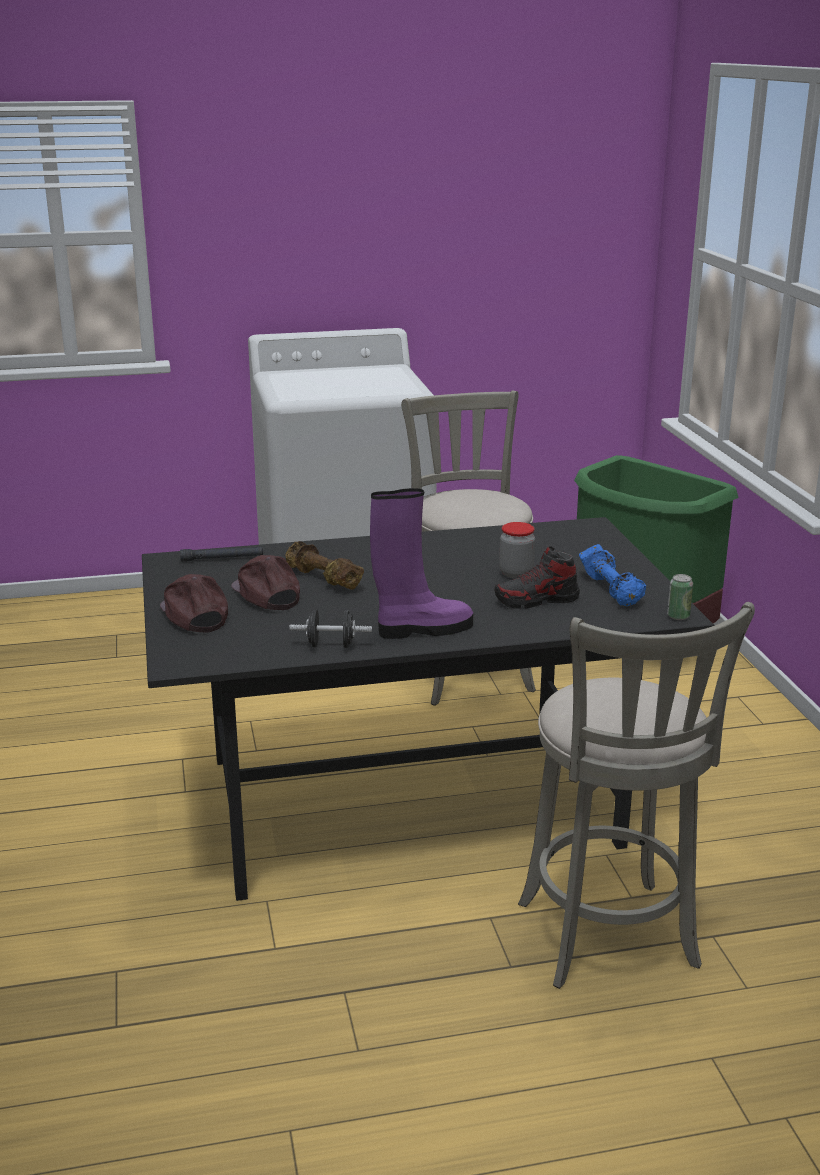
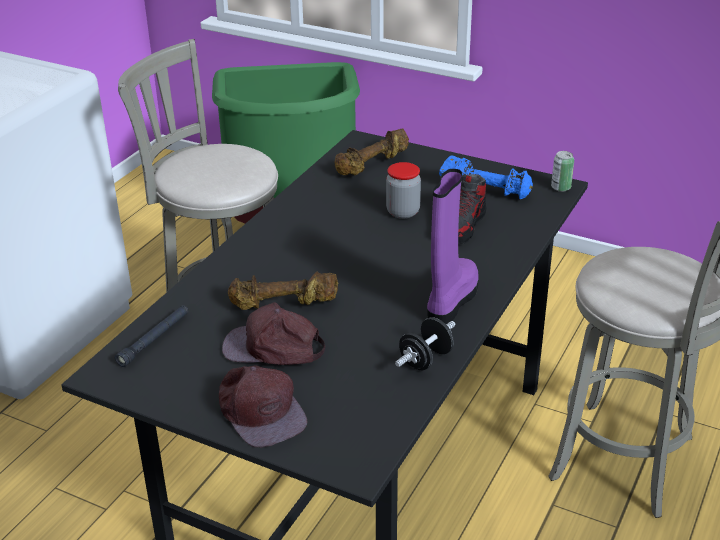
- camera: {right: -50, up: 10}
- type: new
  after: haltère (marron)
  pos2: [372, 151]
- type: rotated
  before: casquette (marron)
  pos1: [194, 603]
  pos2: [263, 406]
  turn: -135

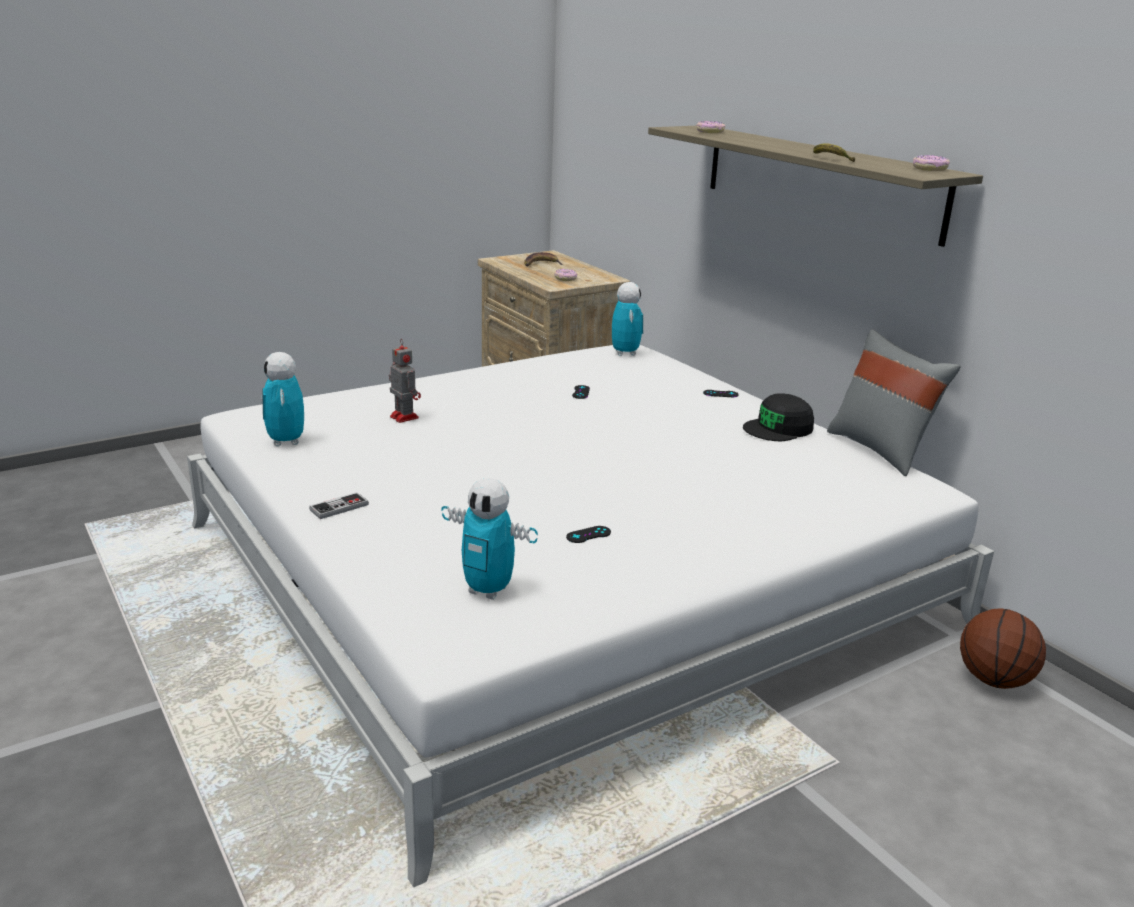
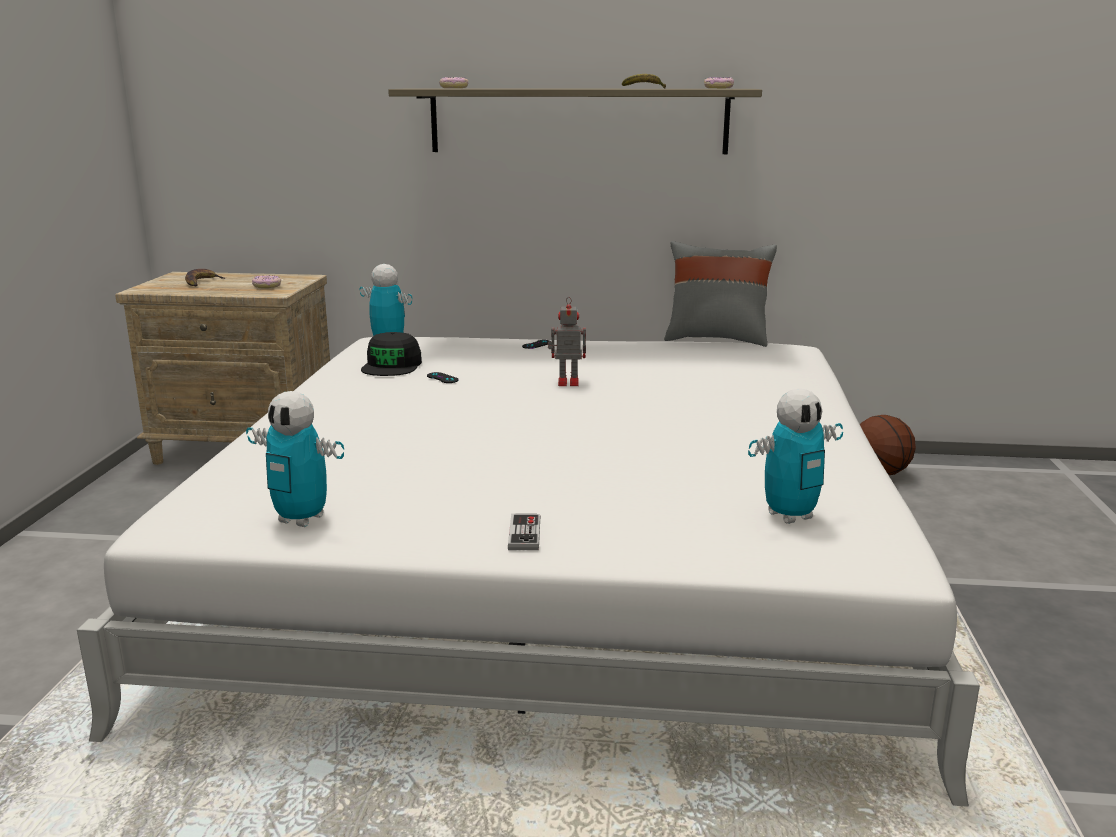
- camera: {right: -50, up: -5}
- type: gone
  before: manette (noir)
  pos1: [588, 534]
- type: shifted
  before: robot jouet
  pos1: [405, 381]
  pos2: [567, 341]
- type: shifted
  before: casquette (noir)
  pos1: [778, 417]
  pos2: [391, 354]

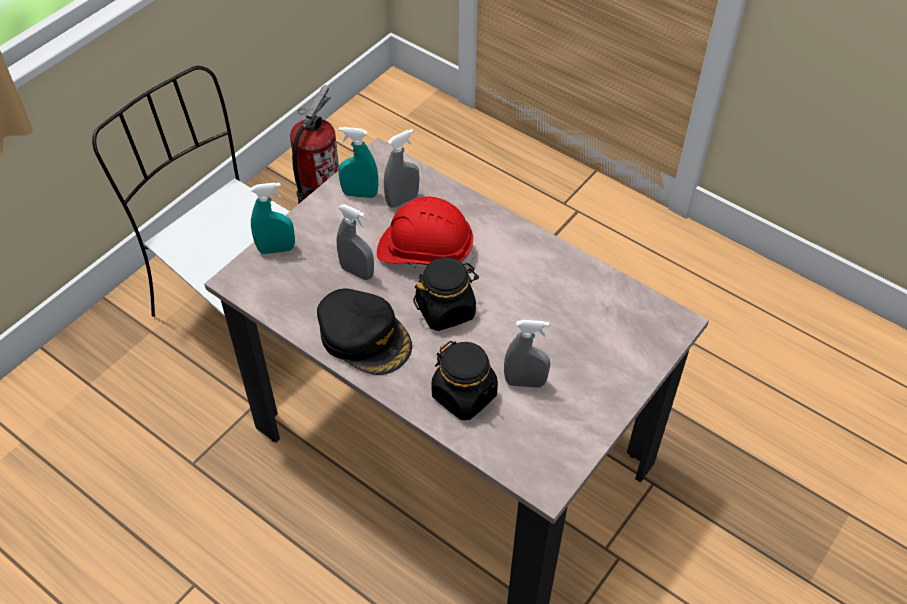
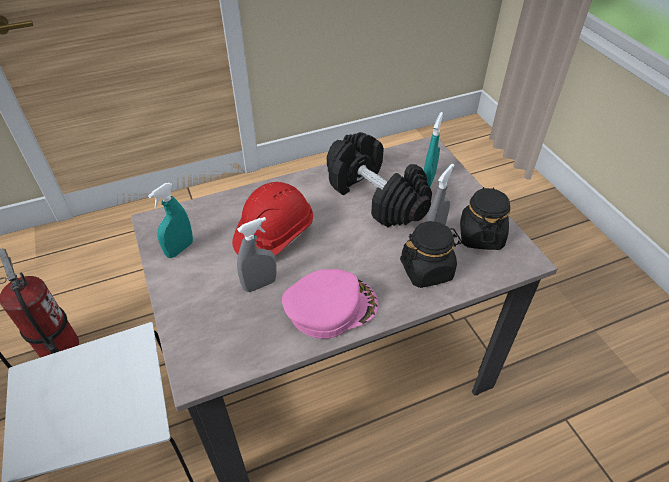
- camera: {right: -60, up: -5}
- type: gone
  before: vaporisateur (gris)
  pos1: [401, 168]
- type: new
  after: haltère (noir)
  pos2: [379, 179]
- type: shifted
  before: vaporisateur (turquoise)
  pos1: [273, 218]
  pos2: [433, 149]
- type: shifted
  before: bocal (noir)
  pos1: [446, 294]
  pos2: [485, 218]
- type: repainted
  before: casquette (noir)
  after: casquette (rose)
  pos1: [364, 331]
  pos2: [330, 304]

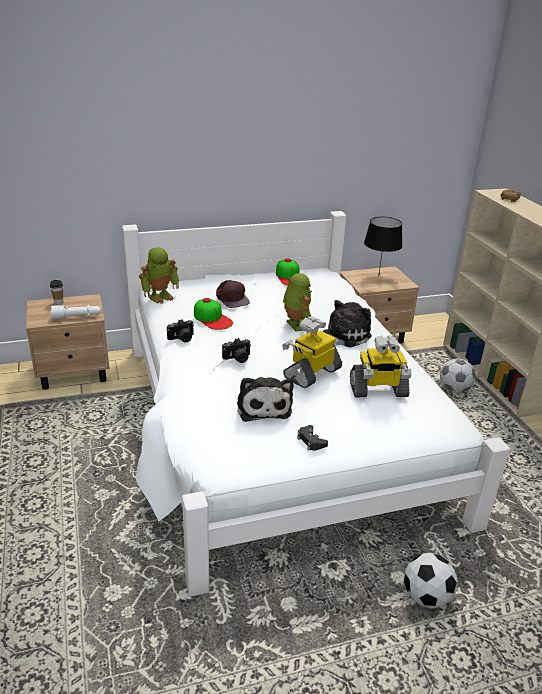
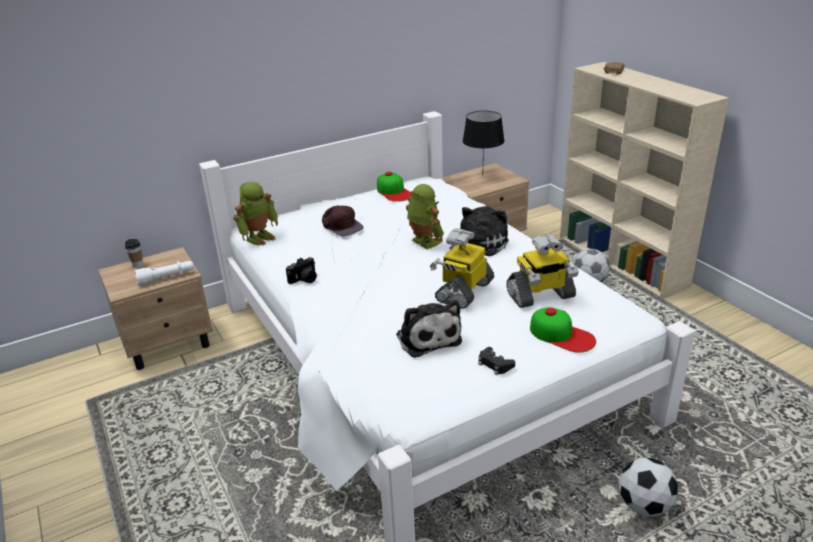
- camera: {right: -10, up: 0}
- type: gone
  before: appareil photo
  pos1: [236, 350]
- type: shifted
  before: casquette
  pos1: [213, 314]
  pos2: [563, 330]

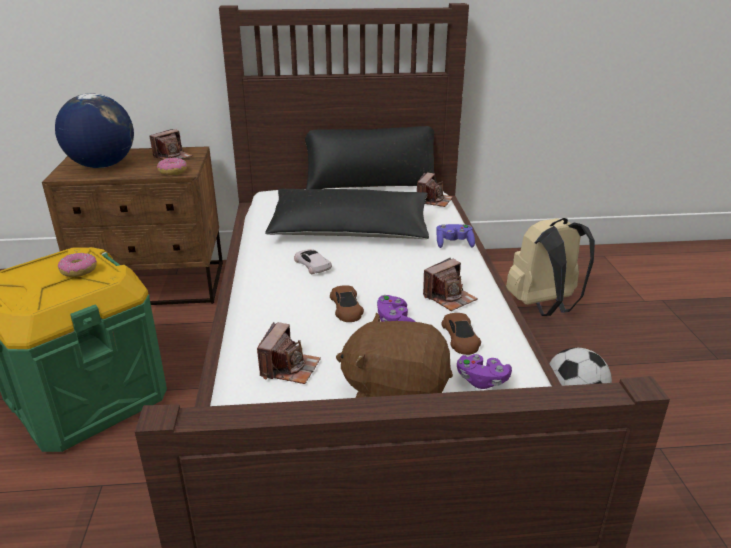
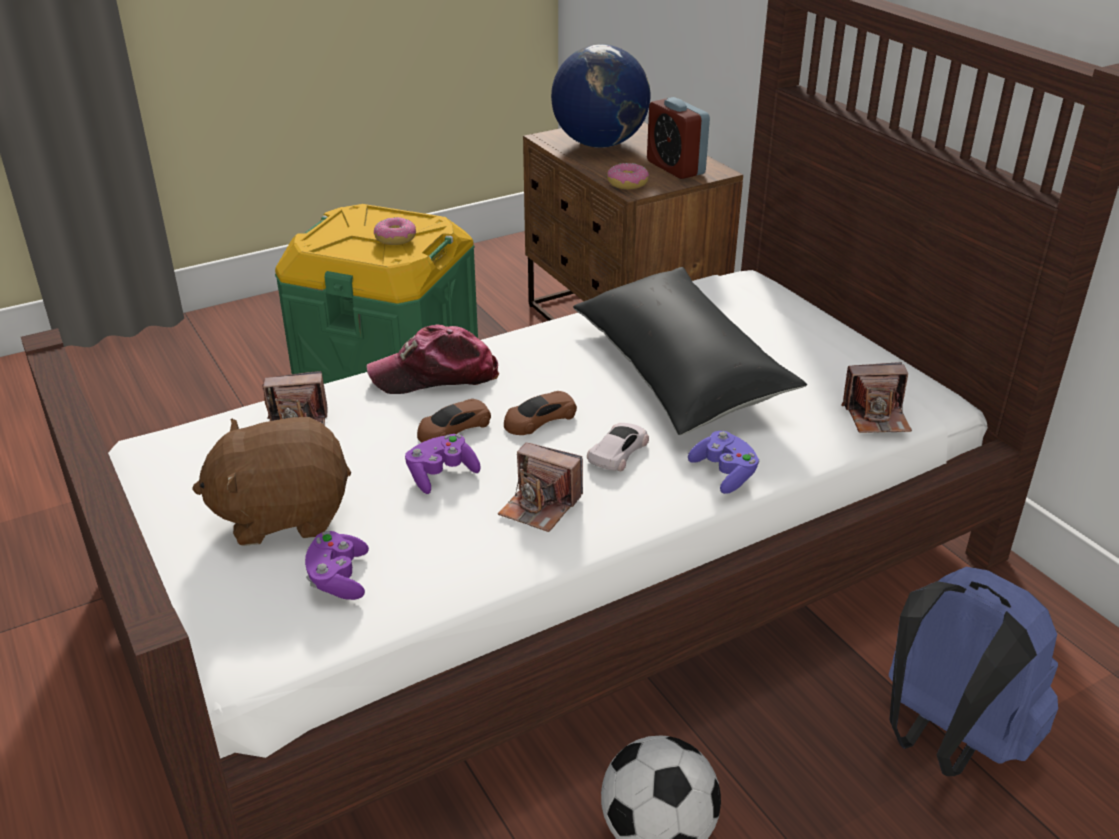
- camera: {right: 65, up: 5}
- type: gone
  before: coussin (noir)
  pos1: [371, 157]
- type: new
  after: casquette
  pos2: [432, 359]
- type: shifted
  before: petite voiture (blanc)
  pos1: [313, 261]
  pos2: [618, 447]
- type: shifted
  before: petite voiture (marron)
  pos1: [461, 334]
  pos2: [540, 413]
- type: swapped
  before: appareil photo
  after: réveil
  pos1: [171, 144]
  pos2: [678, 138]
- type: repainted
  before: sac à dos (beige)
  after: sac à dos (bleu)
  pos1: [550, 267]
  pos2: [973, 671]
- type: rotated
  before: peluche (marron)
  pos1: [394, 355]
  pos2: [271, 481]
  turn: -90

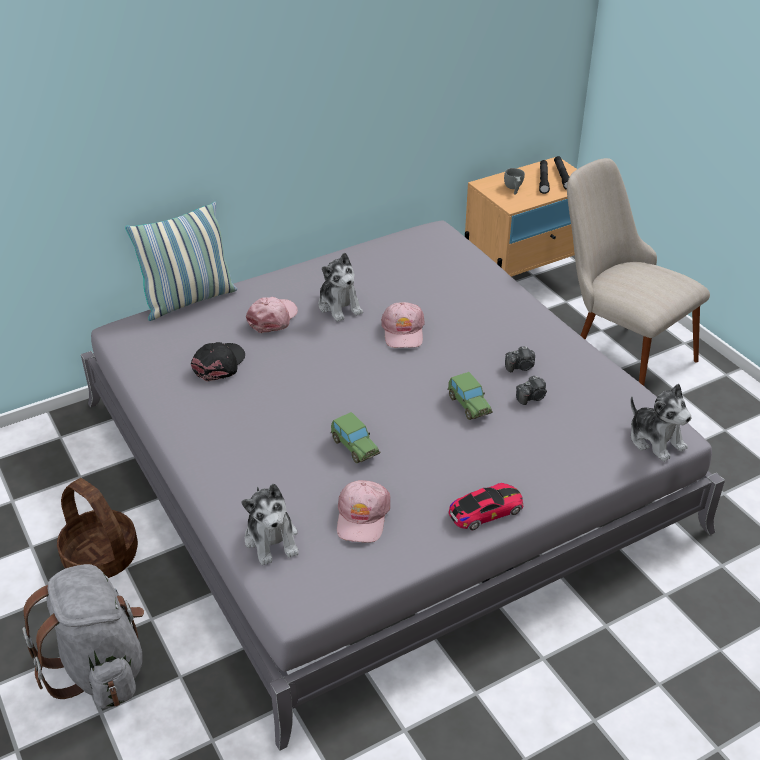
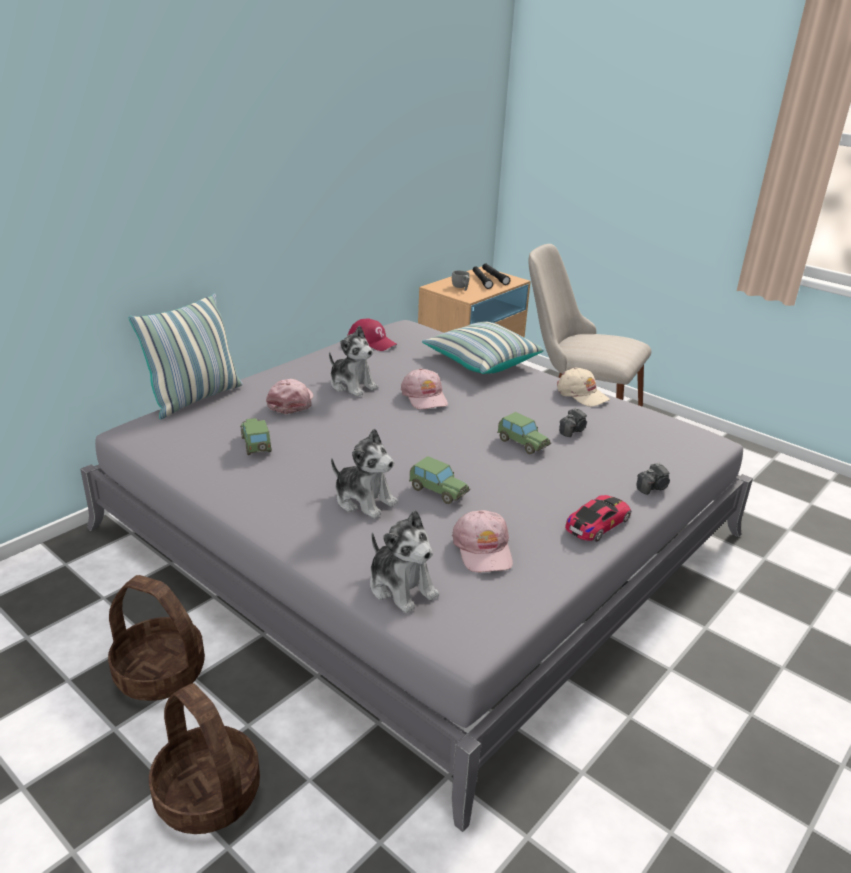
- camera: {right: -20, up: -10}
- type: new
  after: casquette (rouge)
  pos2: [372, 335]
- type: new
  after: coussin
  pos2: [483, 348]
- type: new
  after: casquette (beige)
  pos2: [583, 387]
- type: shifted
  before: appareil photo
  pos1: [520, 359]
  pos2: [653, 479]
- type: shifted
  before: peluche
  pos1: [661, 423]
  pos2: [364, 474]
- type: swapped
  before: sac à dos (gris)
  after: panier
  pos1: [83, 636]
  pos2: [204, 758]
- type: swapped
  before: casquette (noir)
  after: petite voiture
  pos1: [218, 361]
  pos2: [256, 436]

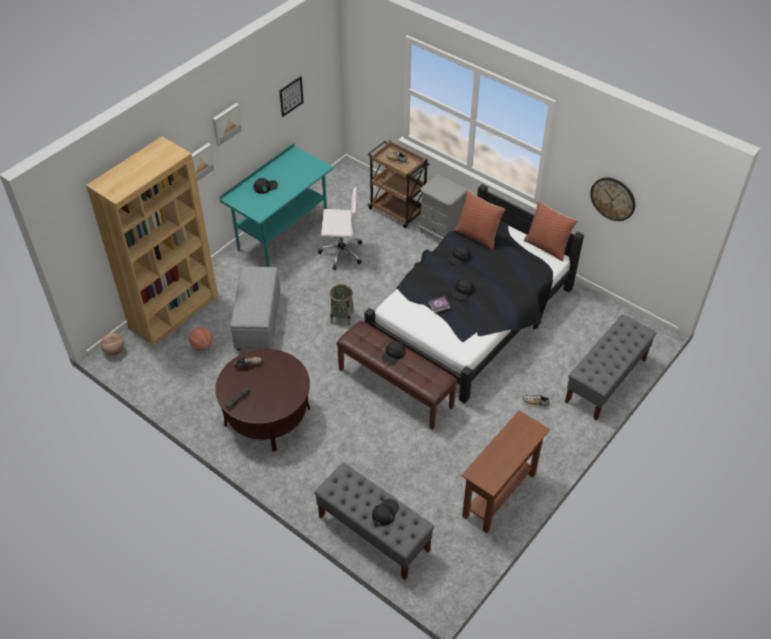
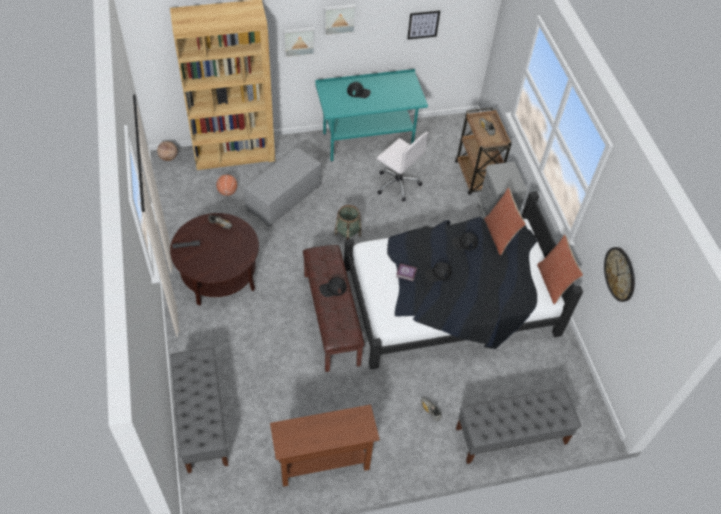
- camera: {right: 35, up: 5}
- type: gone
  before: casquette (noir)
  pos1: [385, 512]

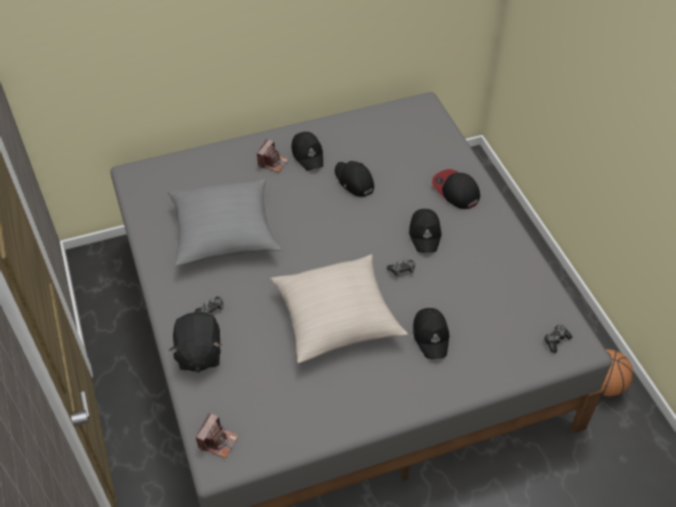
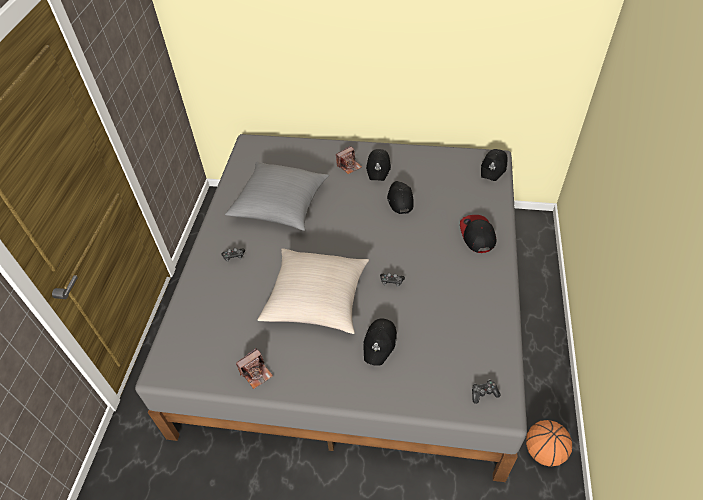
- camera: {right: 30, up: 0}
- type: gone
  before: peluche (noir)
  pos1: [195, 342]
- type: shifted
  before: appareil photo
  pos1: [217, 436]
  pos2: [254, 368]
- type: shifted
  before: casquette (noir)
  pos1: [425, 230]
  pos2: [494, 165]

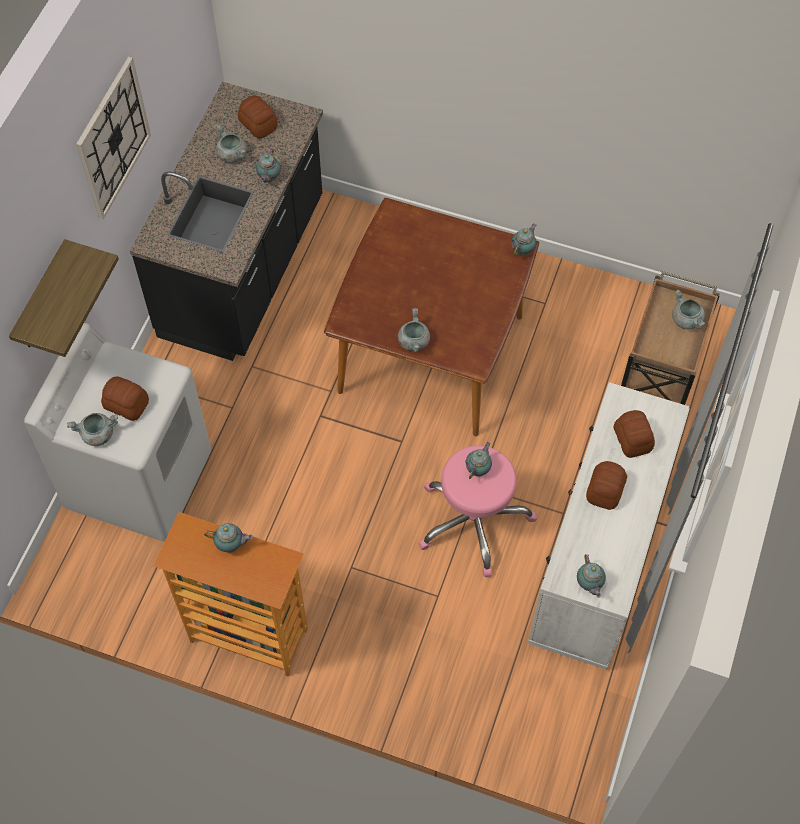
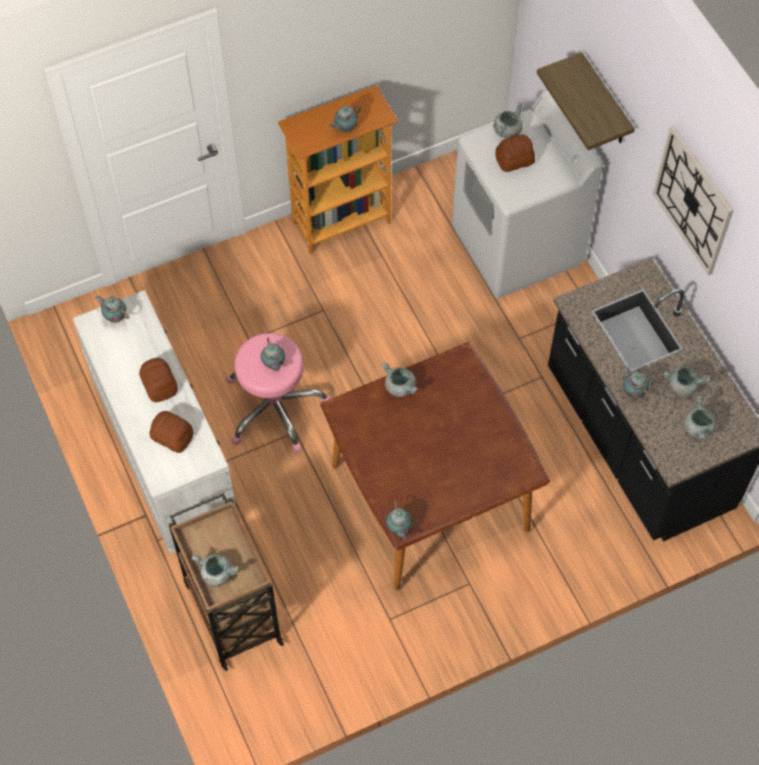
- camera: {right: 135, up: 0}
- type: swapped
  before: pain
  after: marmite (gris)
  pos1: [258, 117]
  pos2: [700, 418]

